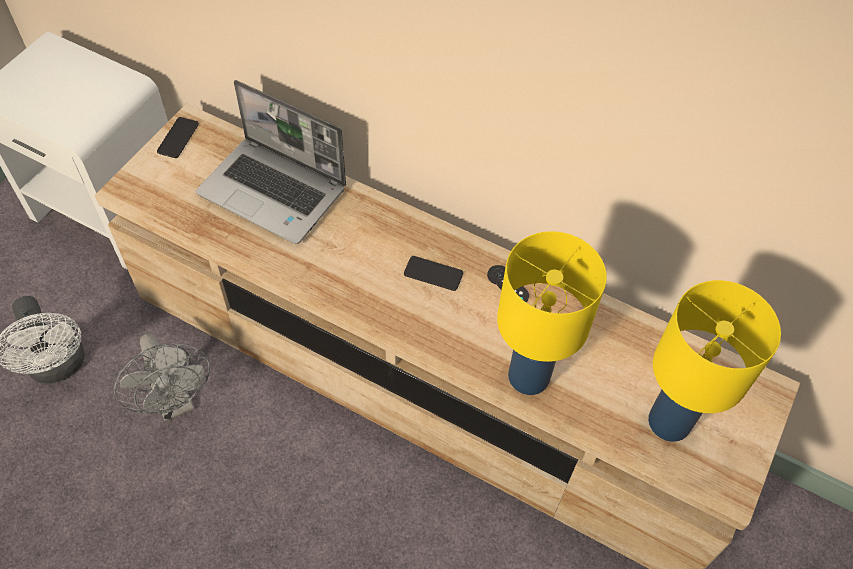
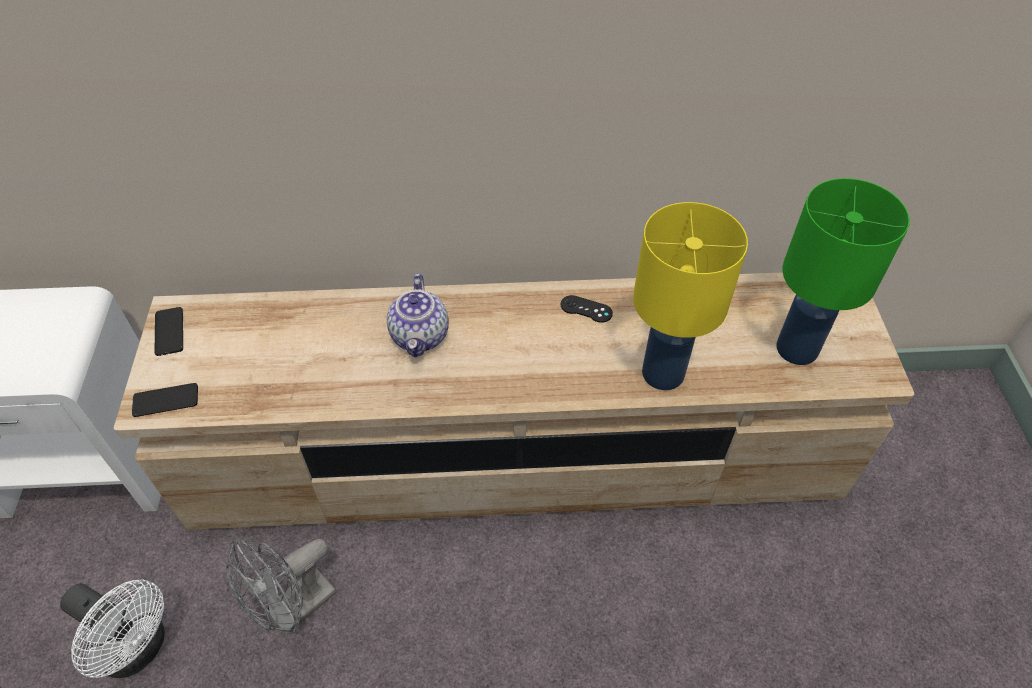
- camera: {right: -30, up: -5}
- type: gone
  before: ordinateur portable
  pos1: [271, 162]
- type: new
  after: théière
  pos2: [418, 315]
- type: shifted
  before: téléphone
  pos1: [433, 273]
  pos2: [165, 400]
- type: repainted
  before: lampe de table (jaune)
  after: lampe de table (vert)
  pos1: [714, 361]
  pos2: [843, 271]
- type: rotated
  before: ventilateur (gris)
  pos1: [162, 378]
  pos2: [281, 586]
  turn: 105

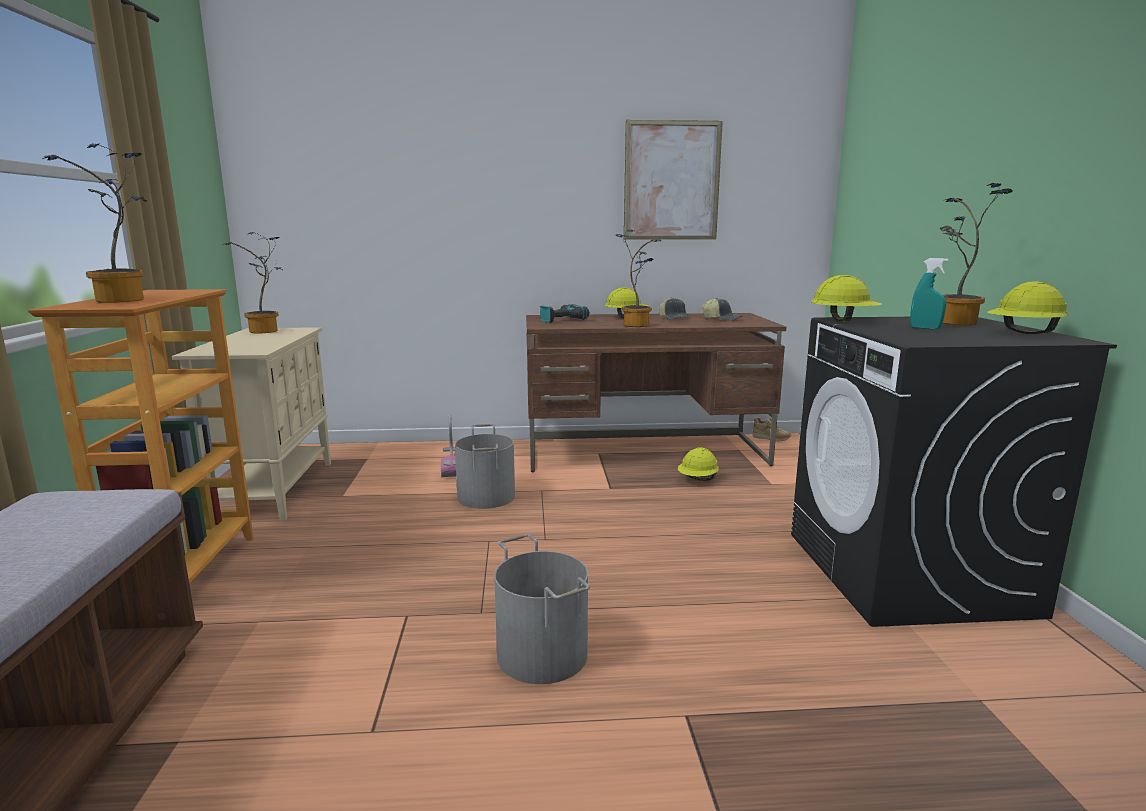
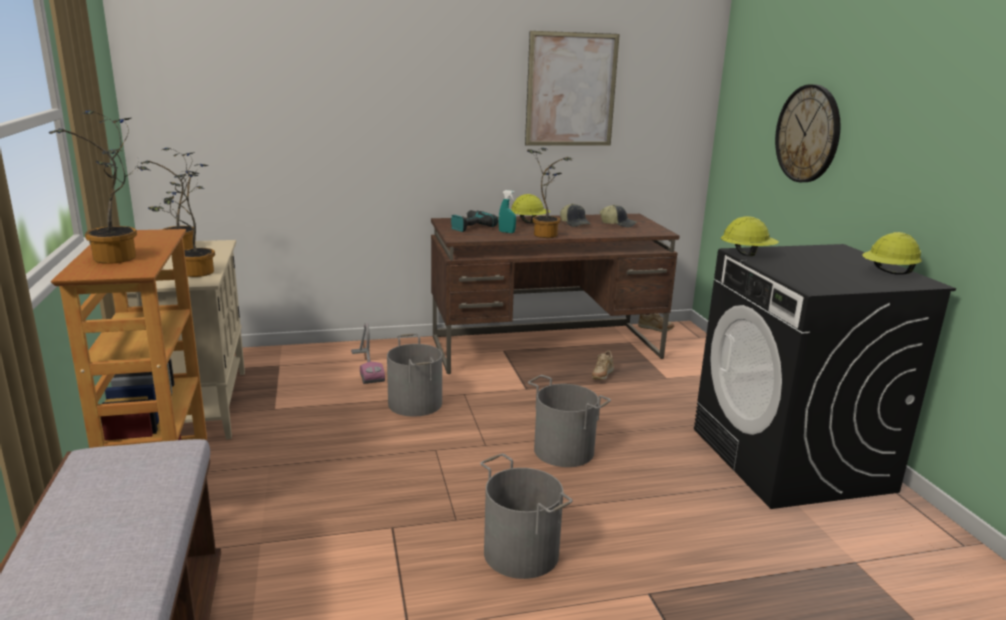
- camera: {right: -10, up: 5}
- type: new
  after: seau (gris)
  pos2: [569, 421]
- type: new
  after: horloge murale
  pos2: [807, 133]
- type: shifted
  before: vaporisateur (turquoise)
  pos1: [929, 294]
  pos2: [507, 211]
- type: shifted
  before: plante en pot
  pos1: [976, 254]
  pos2: [181, 220]
- type: swapped
  before: casque de chantier (jaune)
  after: chaussure (beige)
  pos1: [698, 464]
  pos2: [603, 365]

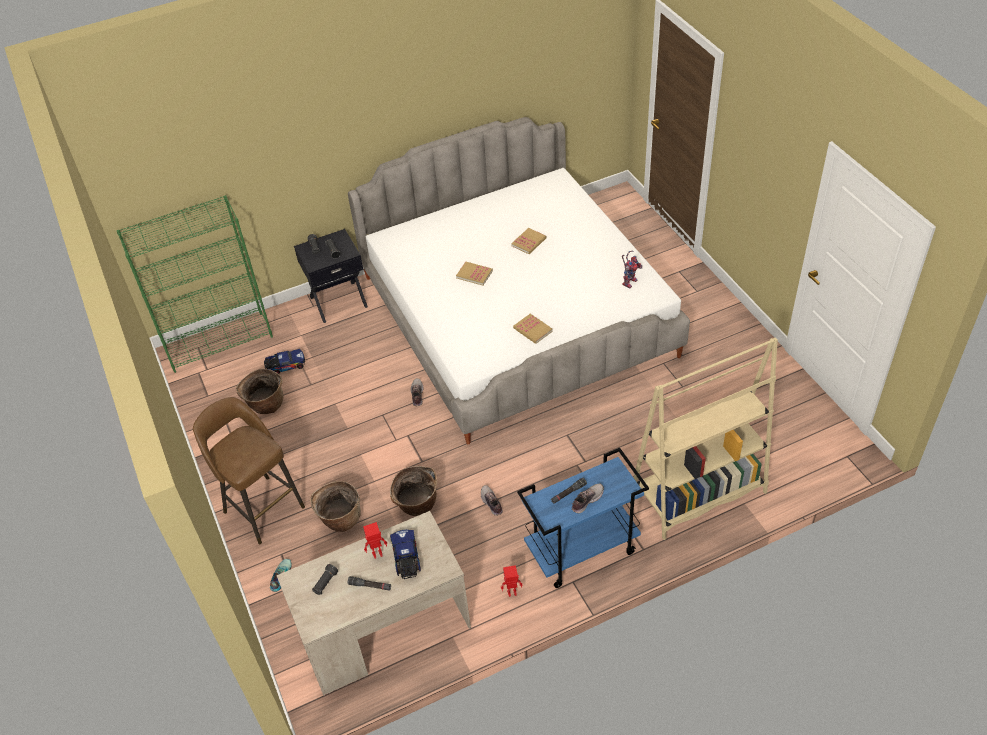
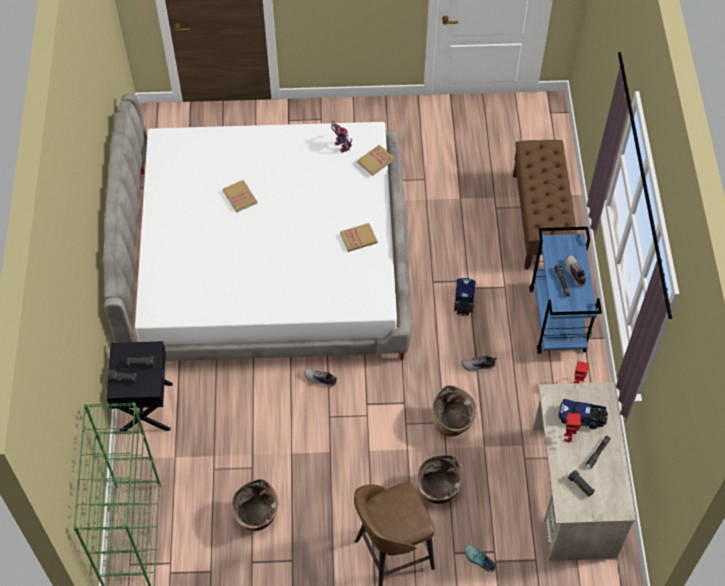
- camera: {right: -70, up: 10}
- type: shifted
  before: camion jouet
  pos1: [284, 361]
  pos2: [465, 297]
- type: shifted
  before: livre
  pos1: [474, 274]
  pos2: [376, 160]
- type: swapped
  before: bibliothèque (beige)
  after: banc (marron)
  pos1: [706, 439]
  pos2: [545, 205]

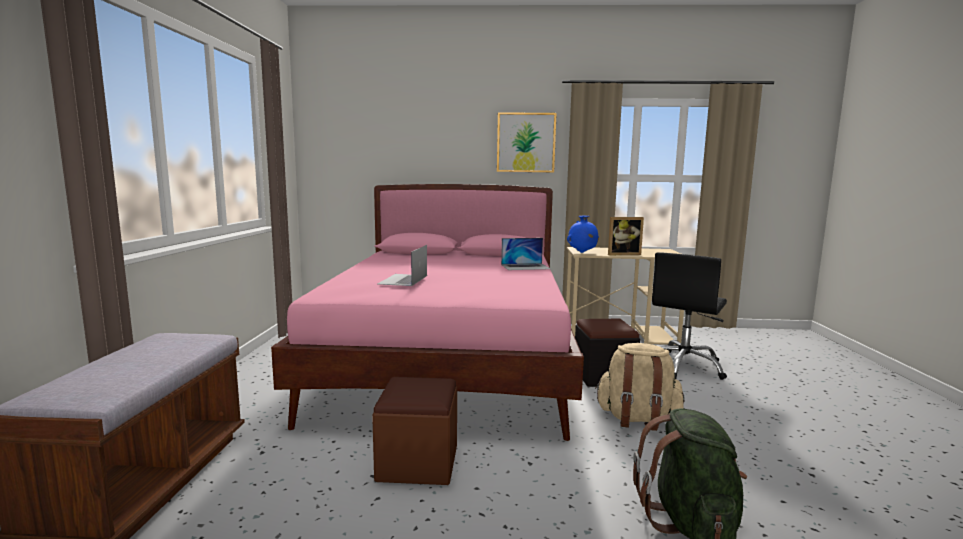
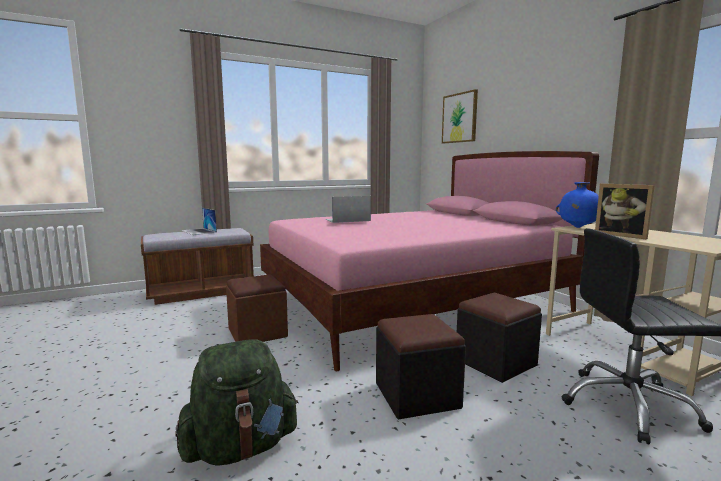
- camera: {right: 60, up: 0}
- type: shifted
  before: tableau
  pos1: [527, 142]
  pos2: [460, 116]
- type: shifted
  before: ordinateur portable
  pos1: [526, 254]
  pos2: [199, 221]
- type: swapped
  before: sac à dos (beige)
  after: pouf (noir)
  pos1: [640, 387]
  pos2: [421, 366]

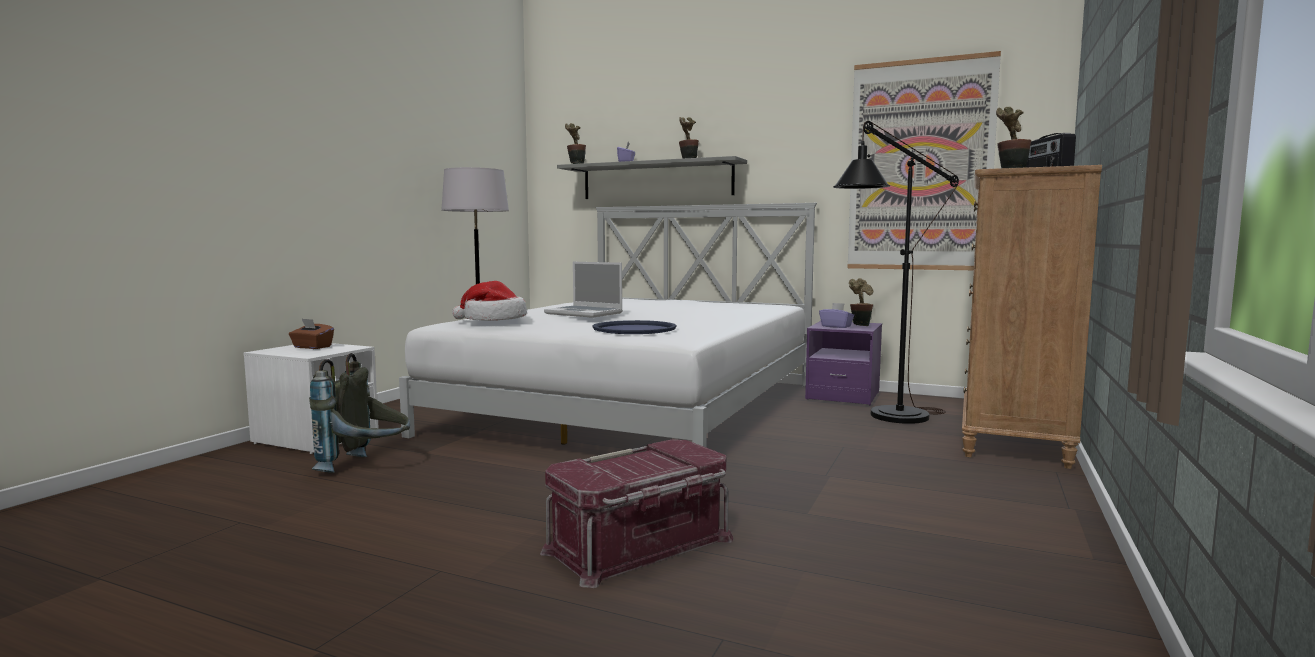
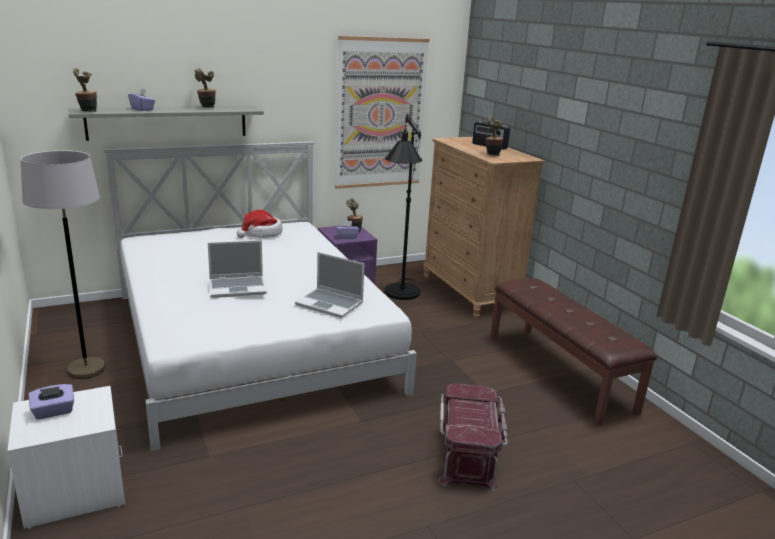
- camera: {right: -50, up: 15}
- type: gone
  before: sac à dos (gris)
  pos1: [359, 413]
- type: new
  after: banc (marron)
  pos2: [573, 352]
- type: shifted
  before: chapeau
  pos1: [489, 301]
  pos2: [259, 224]
- type: swapped
  before: plateau (bleu)
  after: ordinateur portable
  pos1: [634, 327]
  pos2: [330, 285]
- type: repainted
  before: boîte à mouchoirs (marron)
  after: boîte à mouchoirs (violet)
  pos1: [311, 334]
  pos2: [51, 402]

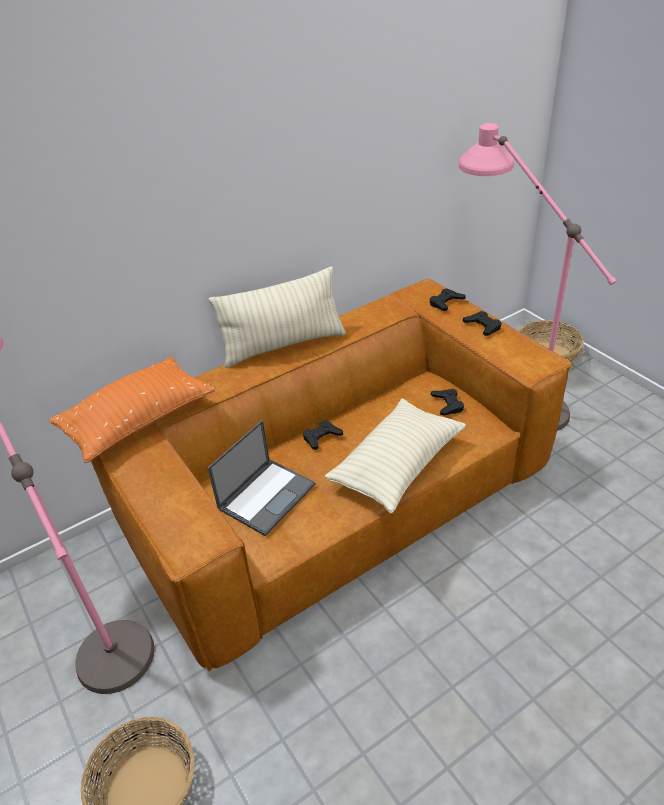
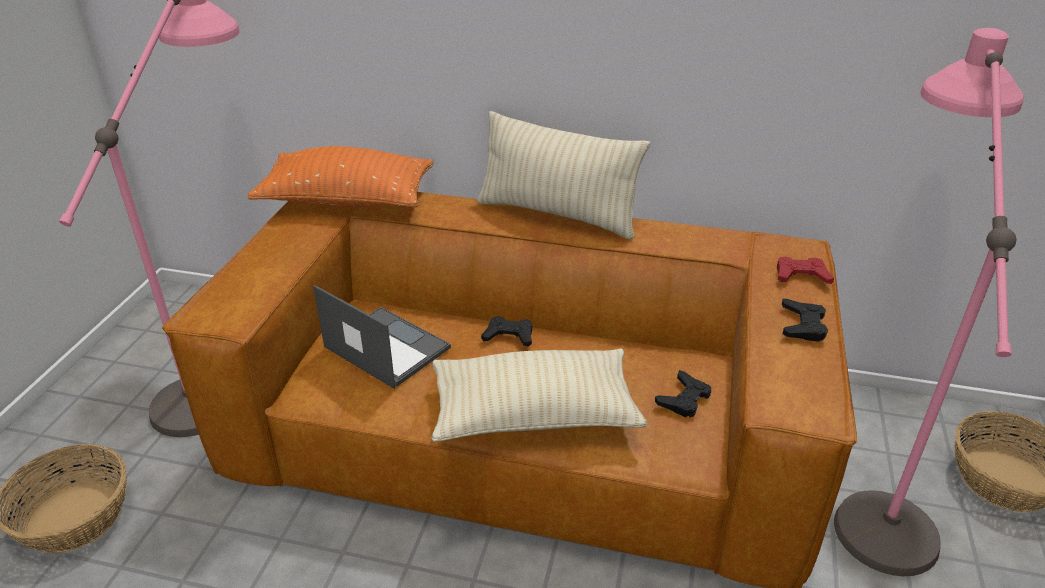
- camera: {right: 45, up: -5}
- type: repainted
  before: manette (noir)
  after: manette (rouge)
  pos1: [448, 300]
  pos2: [805, 270]
- type: rotated
  before: ordinateur portable
  pos1: [261, 478]
  pos2: [382, 337]
  turn: -135

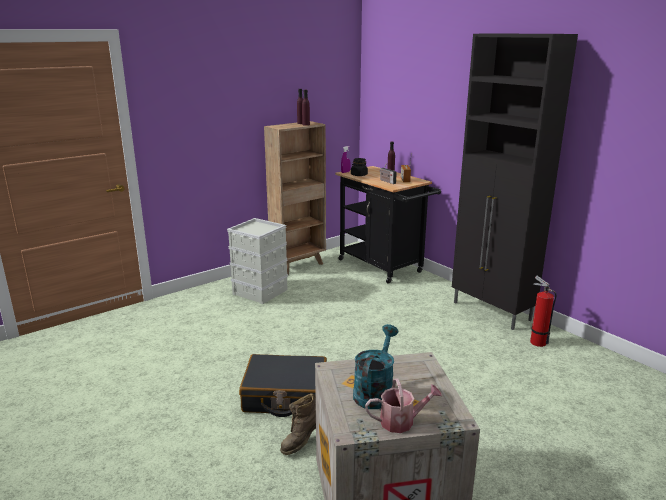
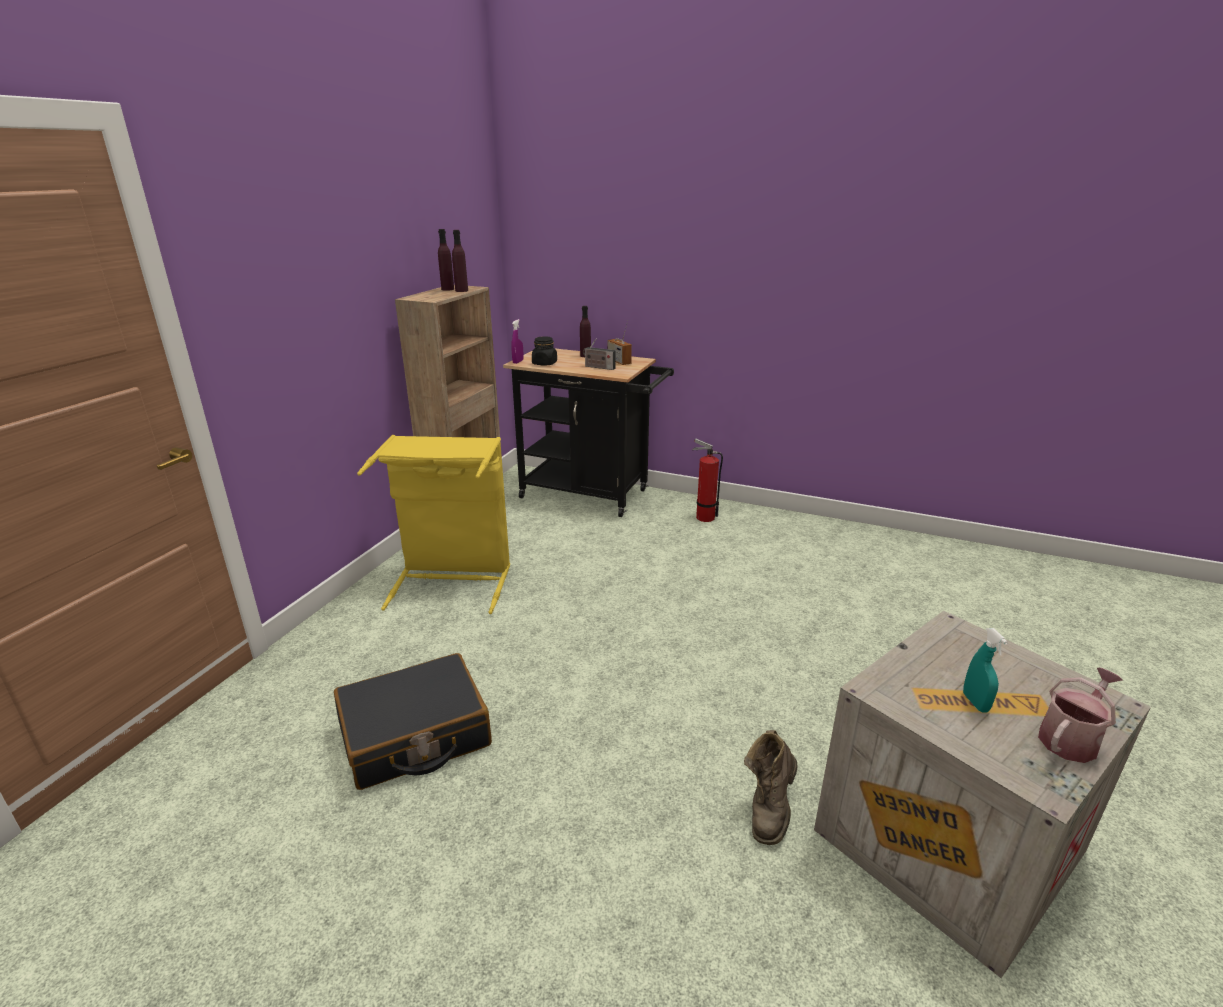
- camera: {right: -30, up: 5}
- type: gone
  before: meuble de rangement (noir)
  pos1: [515, 182]
- type: shifted
  before: valise (noir)
  pos1: [283, 385]
  pos2: [413, 721]
- type: shifted
  before: extincteur
  pos1: [543, 311]
  pos2: [707, 480]
- type: swapped
  before: boîte de rangement (gris)
  after: panier à linge (jaune)
  pos1: [257, 261]
  pos2: [433, 524]
- type: swapped
  before: arrosoir (turquoise)
  after: vaporisateur (turquoise)
  pos1: [375, 366]
  pos2: [985, 670]

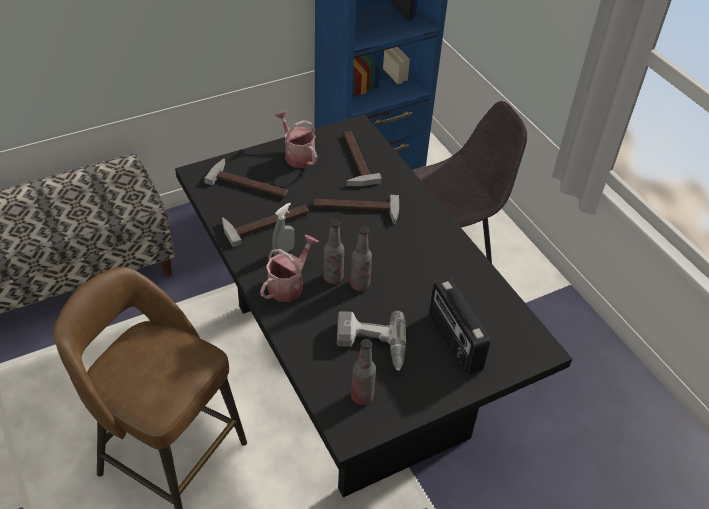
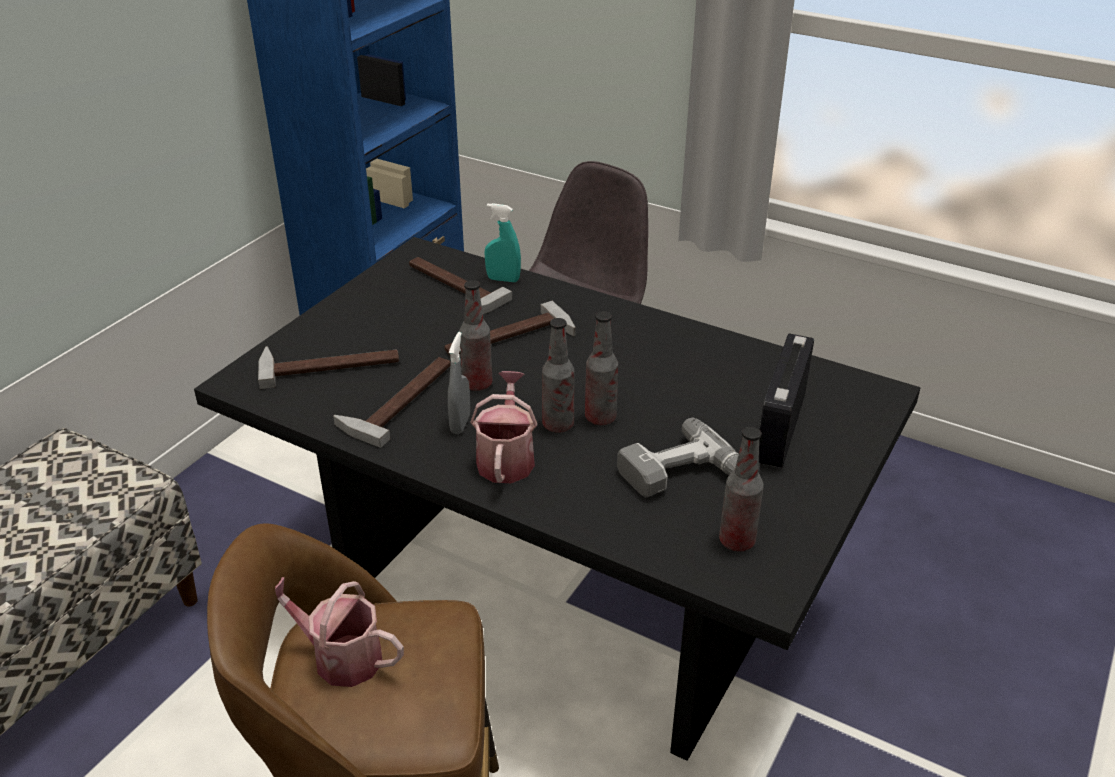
- camera: {right: -30, up: -10}
- type: new
  after: bouteille
  pos2: [476, 335]
- type: new
  after: vaporisateur (turquoise)
  pos2: [502, 242]
- type: shifted
  before: arrosoir
  pos1: [296, 139]
  pos2: [339, 632]
- type: rotated
  before: radio
  pos1: [459, 326]
  pos2: [786, 401]
  turn: 75

